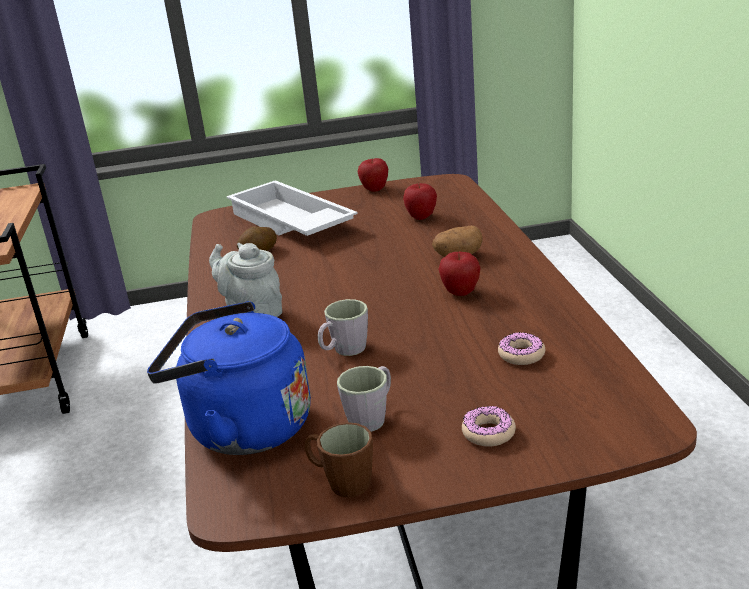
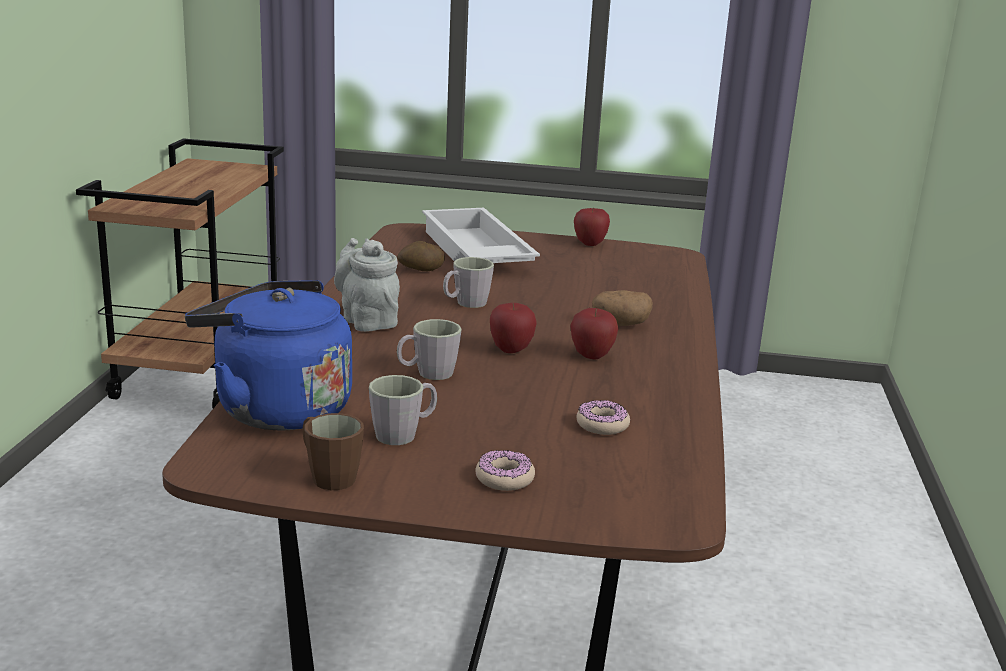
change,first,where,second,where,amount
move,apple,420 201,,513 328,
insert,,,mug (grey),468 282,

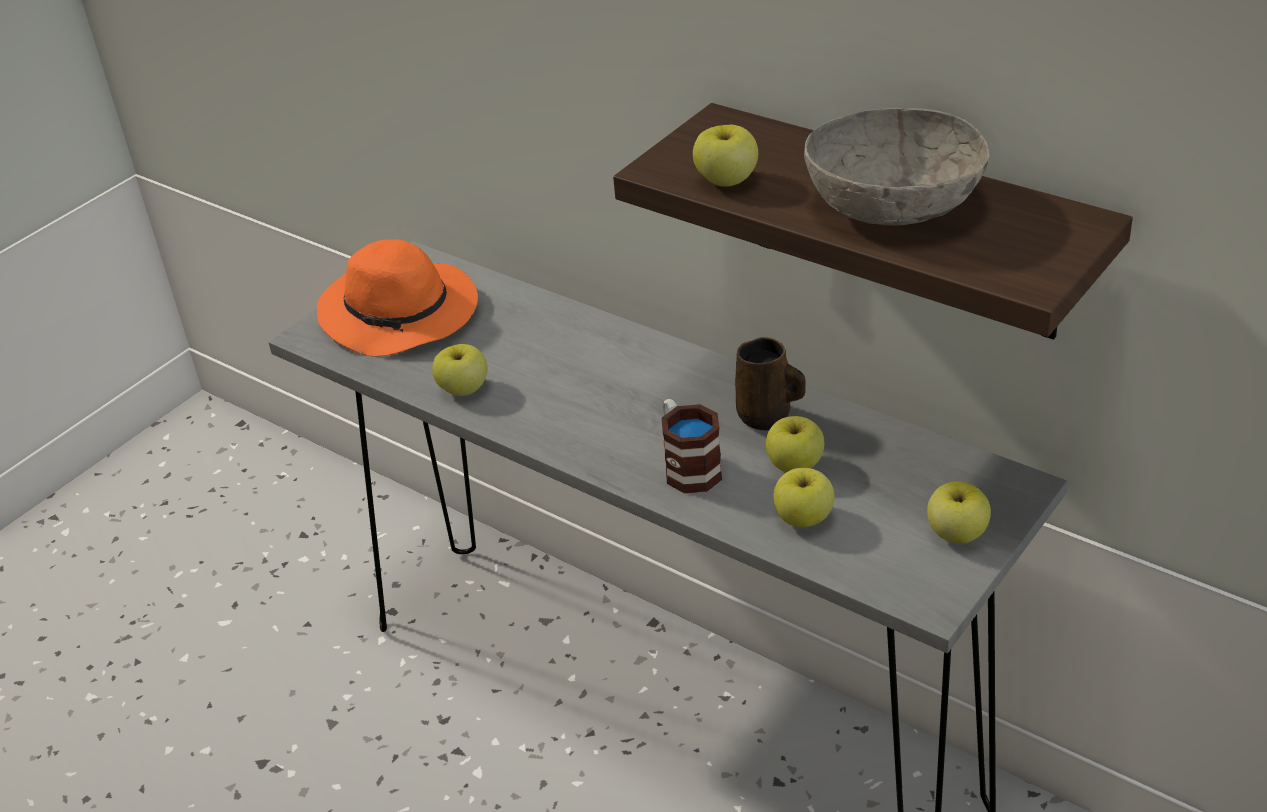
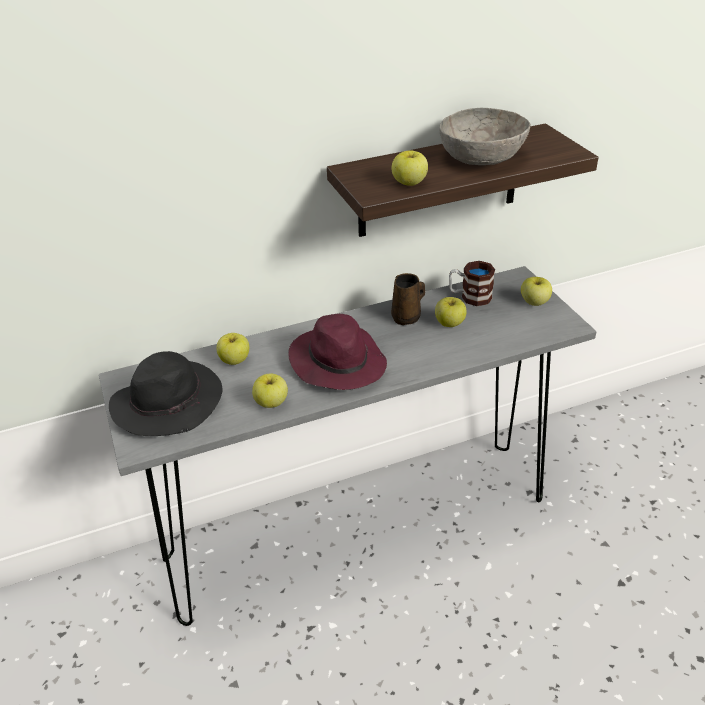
change,first,where,second,where,amount
recolor,wearable hat (orange-coloured),397 298,wearable hat (blackish),165 393,
move,mug,692 446,,472 283,
move,apple,804 497,,232 349,
insert,,,wearable hat (purplish),337 352,

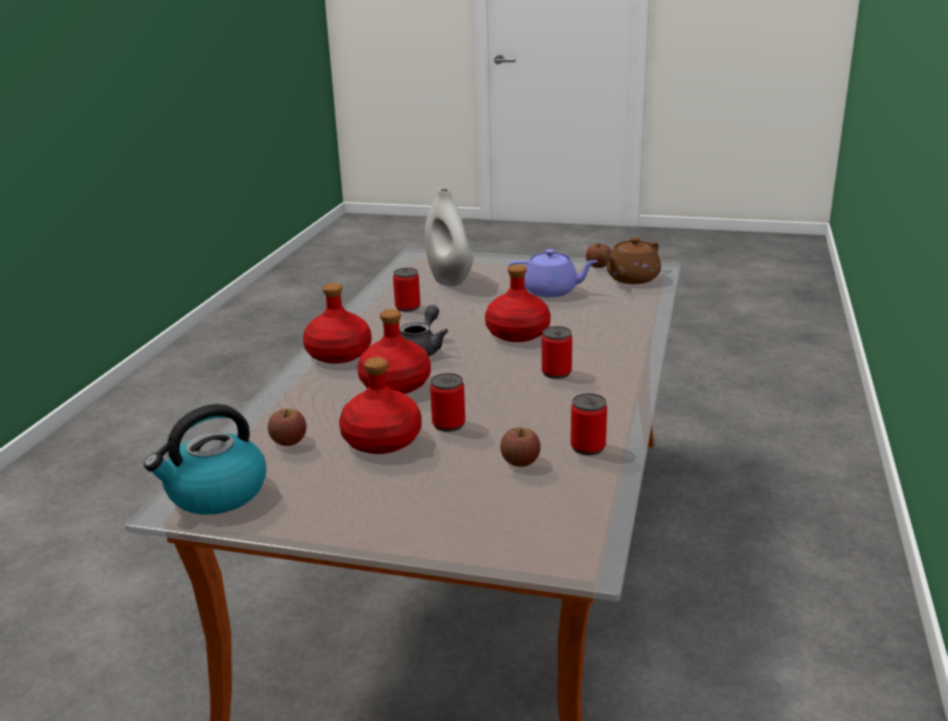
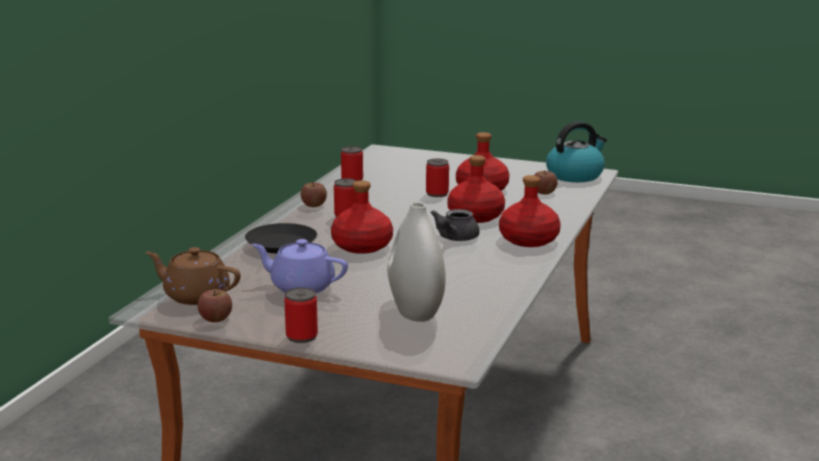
change,first,where,second,where,amount
rotate,teapot (brownish),633 260,,193 276,120 degrees counterclockwise
move,sealed can,406 290,,301 315,
move,apple,520 447,,314 194,
insert,,,dinner plate (blackish),281 238,

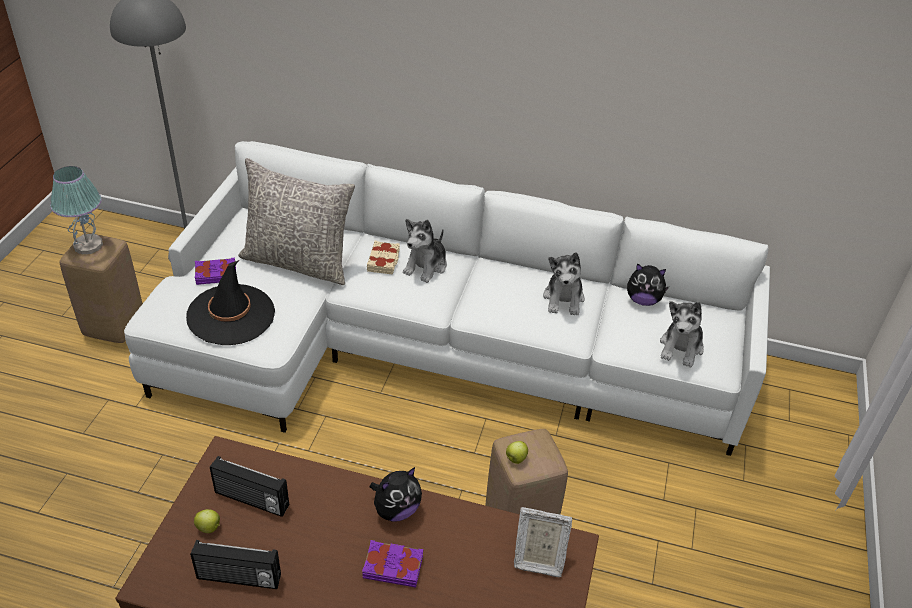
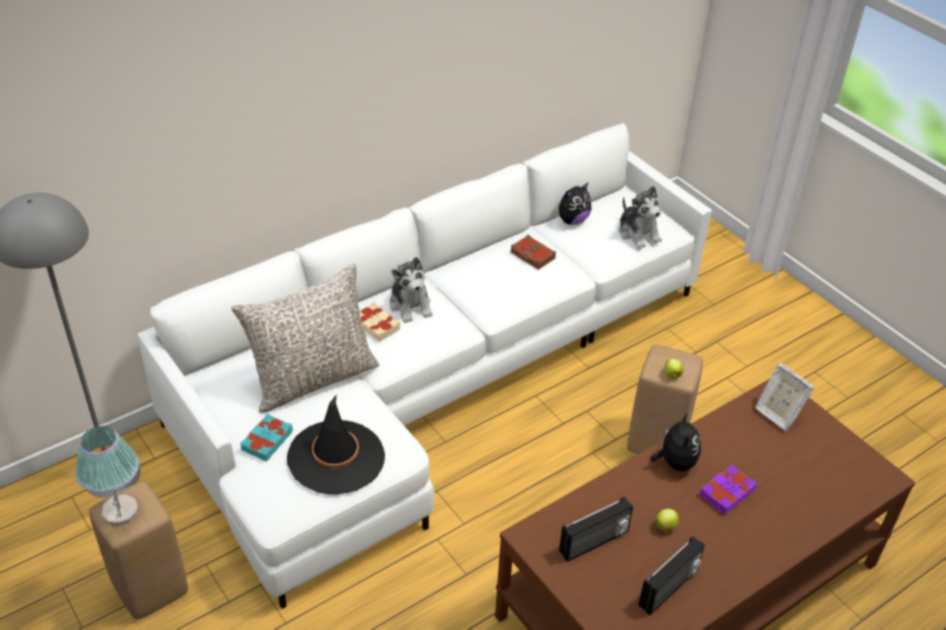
change,first,where,second,where,amount
replace,plush toy,564 283,book (brownish),533 252,
recolor,book (purplish),215 271,book (turquoise-coloured),266 438,
rotate,picture frame,543 542,,784 397,90 degrees clockwise
move,apple,207 521,,667 520,

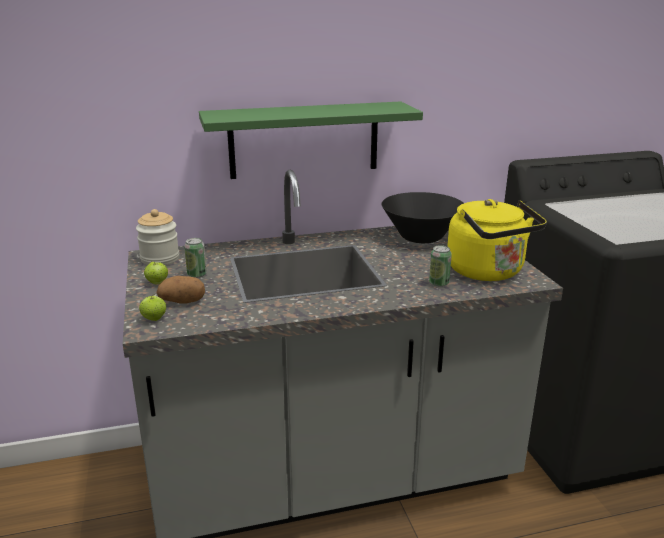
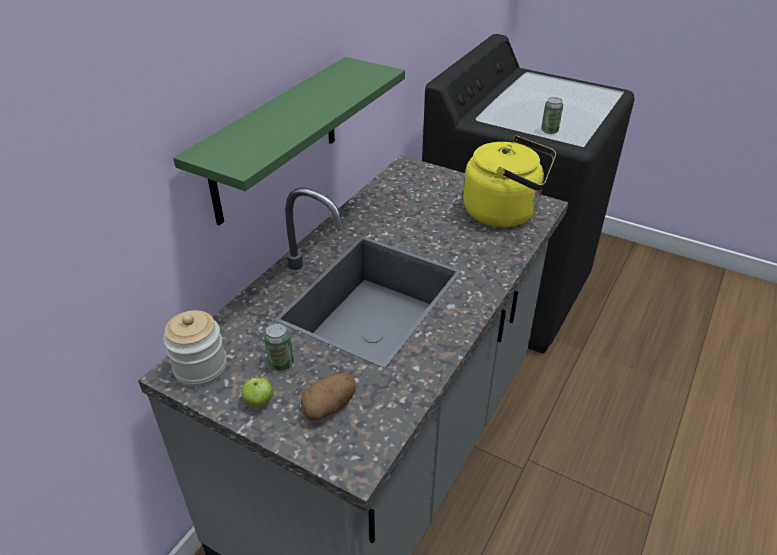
change,first,where,second,where,amount
delete,deep dish (blackish),422 217,,,
move,sealed can,440 266,,552 115,
delete,apple,152 307,,,

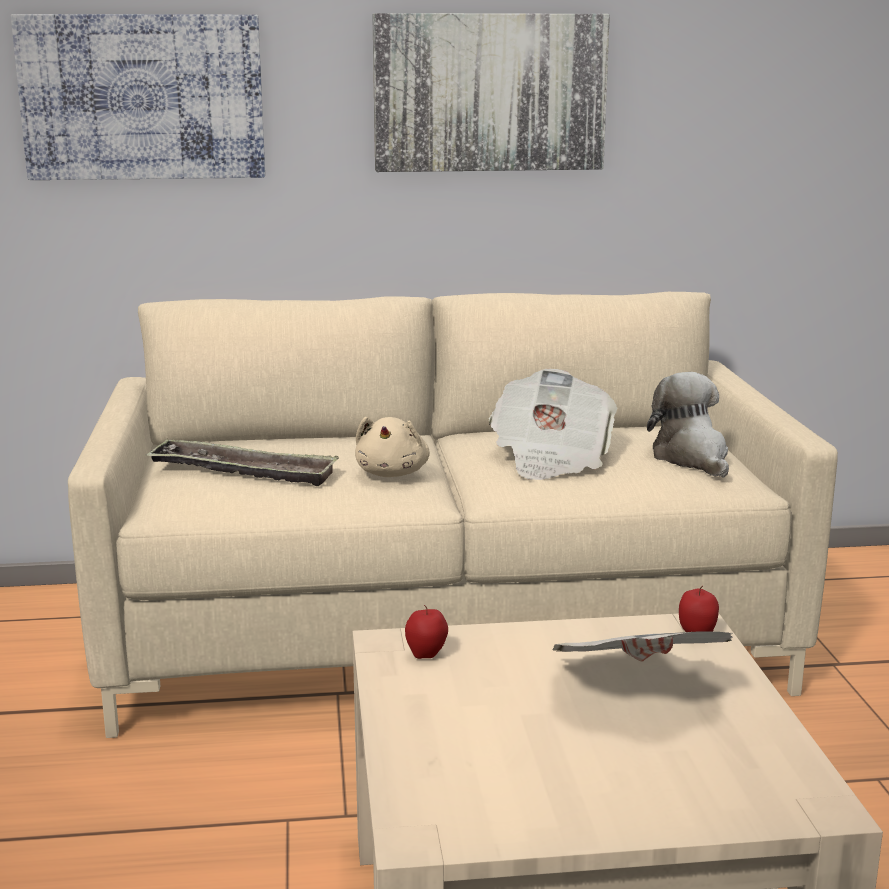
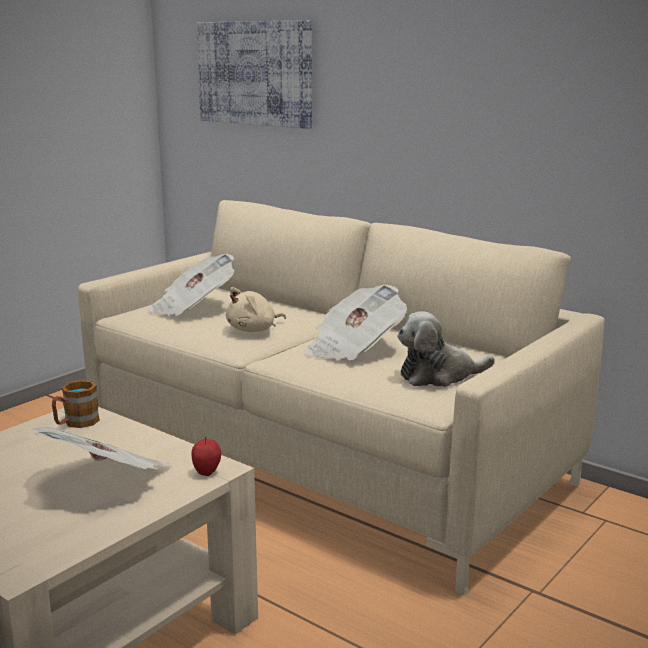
change,first,where,second,where,amount
delete,wall art,491 92,,,
rotate,plush toy,688 424,,446 349,135 degrees counterclockwise
replace,serving tray,242 462,newspaper,191 285,
replace,apple,426 632,mug,76 404,

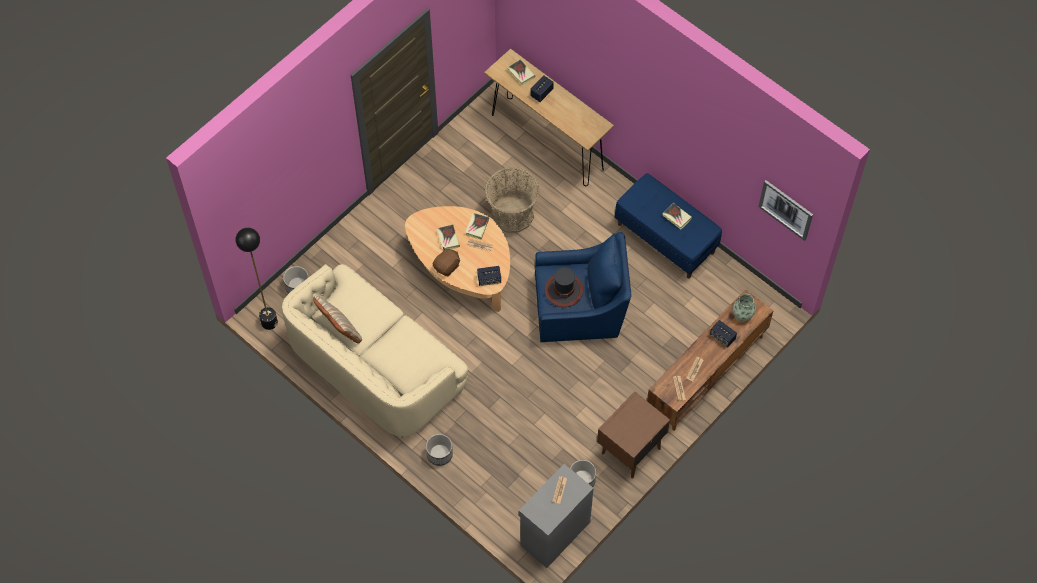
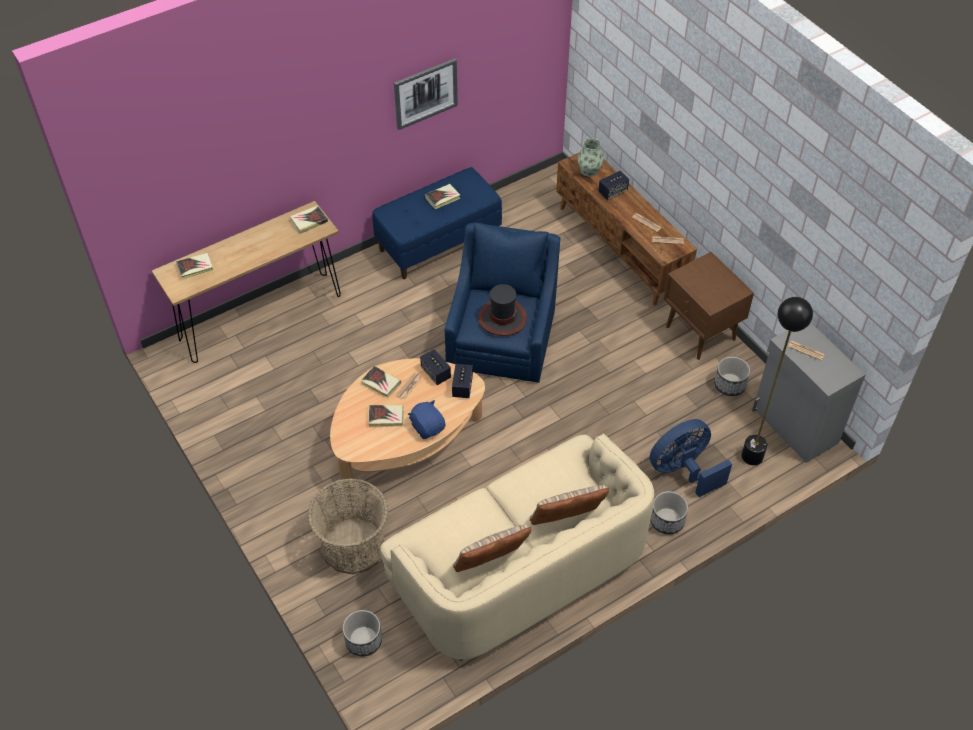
change,first,where,second,where,amount
move,speaker,542 89,,435 367,
move,household basket,512 200,,348 526,
move,wall art,785 210,,426 94,
move,standing lamp (blackish),257 279,,777 381,
recolor,plush toy (brownish),446 261,plush toy (bluish),426 419,
insert,,,book,309 219,
insert,,,fan (bluish),691 458,
insert,,,cushion (beige-coloured),569 505,

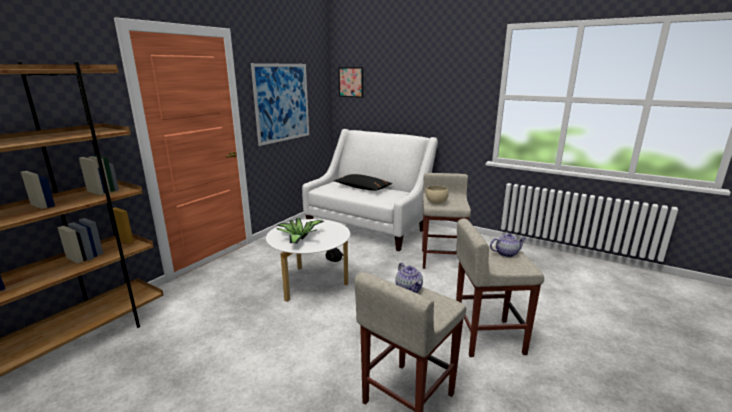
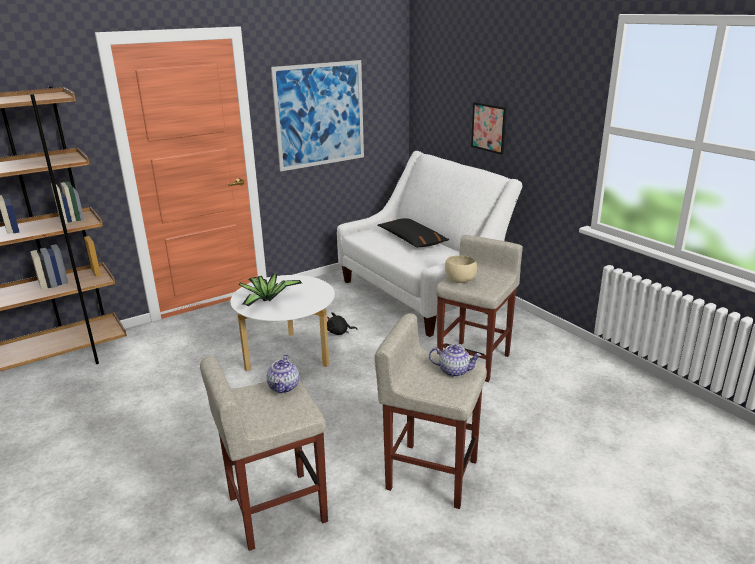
change,first,where,second,where,amount
move,wall art,350 82,,489 128,

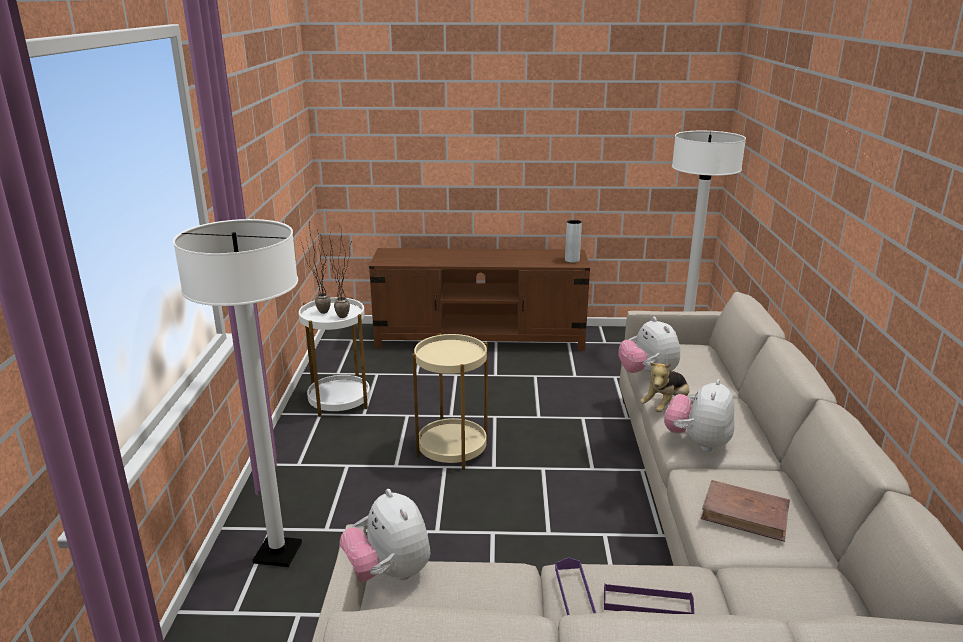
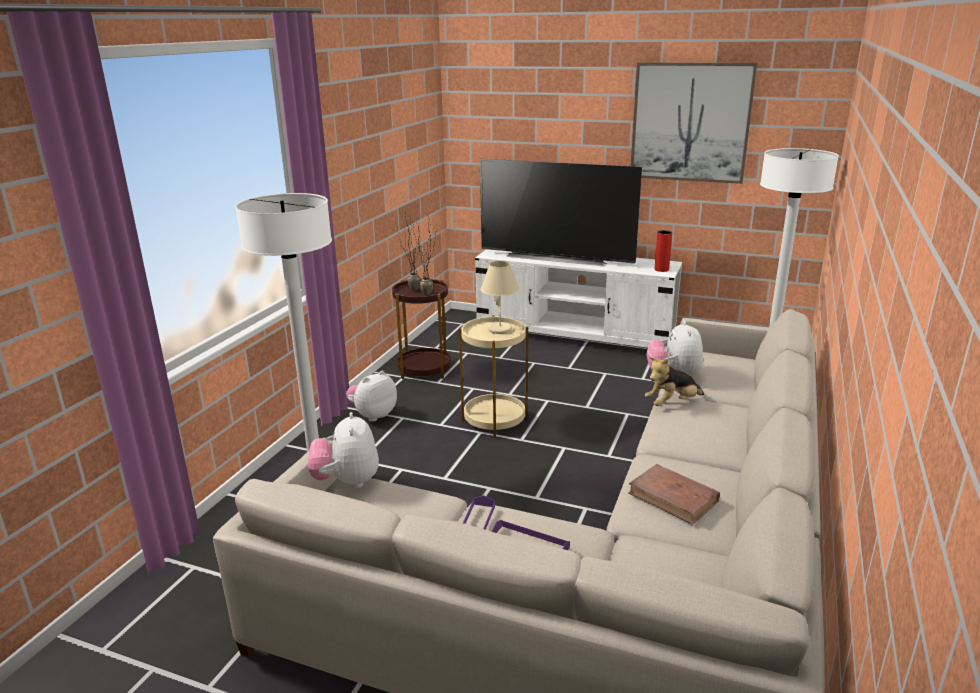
change,first,where,second,where,amount
recolor,flower vase (grey),573 241,flower vase (reddish),663 251,
recolor,tv stand (brownish),479 299,tv stand (white),578 299,
recolor,accent table (white),334 357,accent table (brownish),421 329,
move,plush toy,699 415,,371 396,
insert,,,wall art,694 123,
insert,,,television,561 212,
insert,,,tabletop lamp (beige-coloured),499 297,

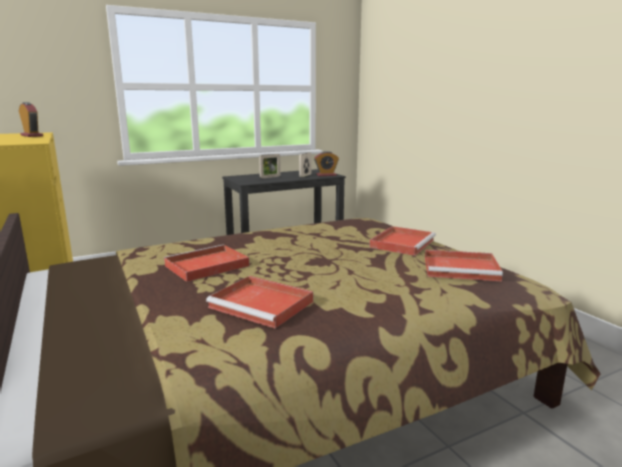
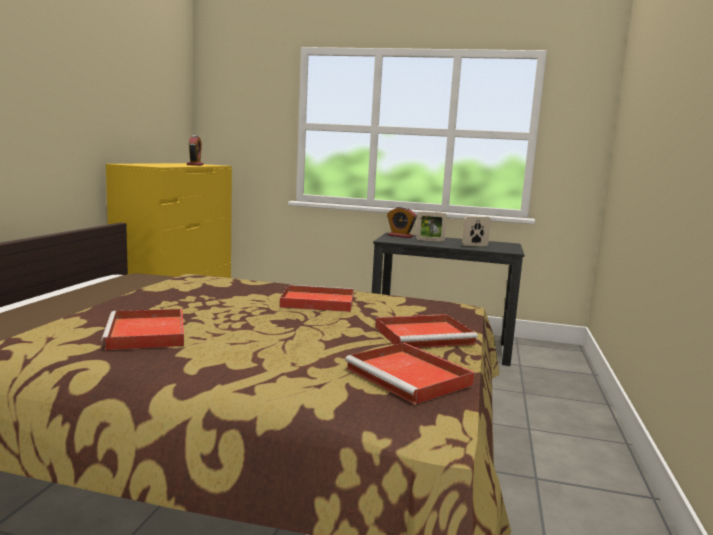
change,first,where,second,where,amount
move,bedside clock,326 163,,402 222,
move,serving tray (reddish),207 263,,316 298,

